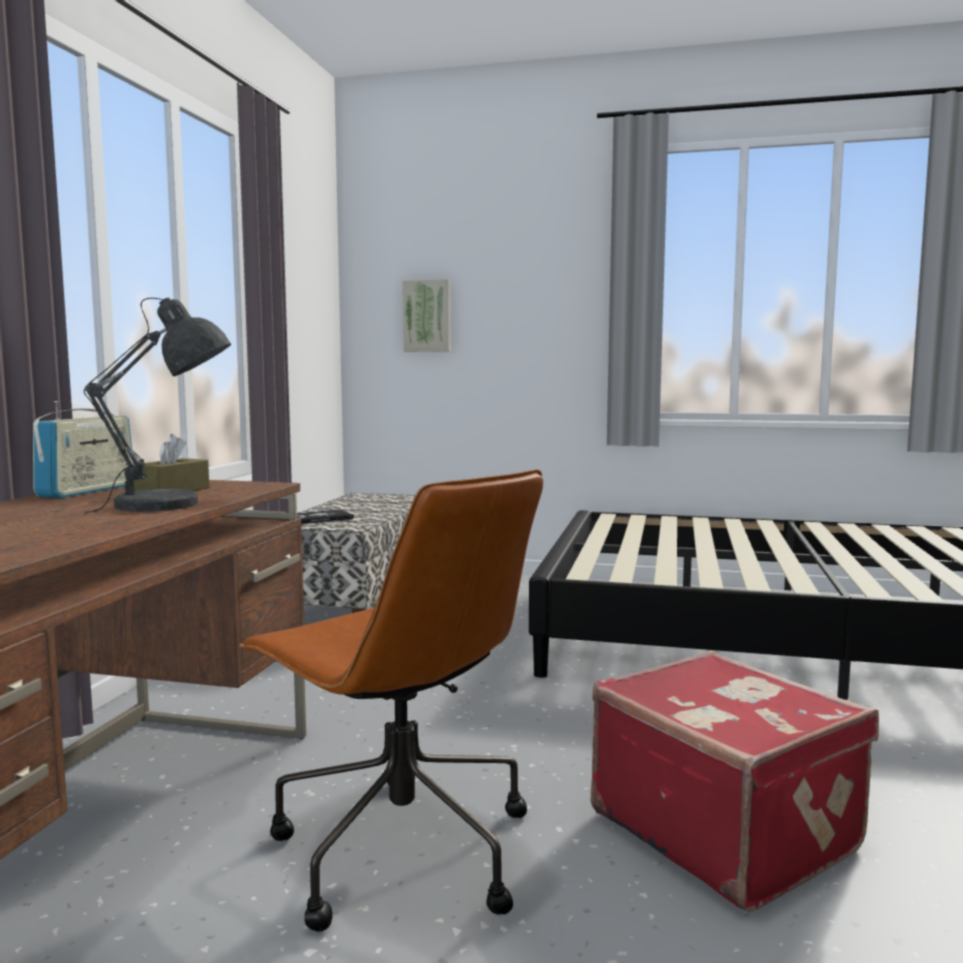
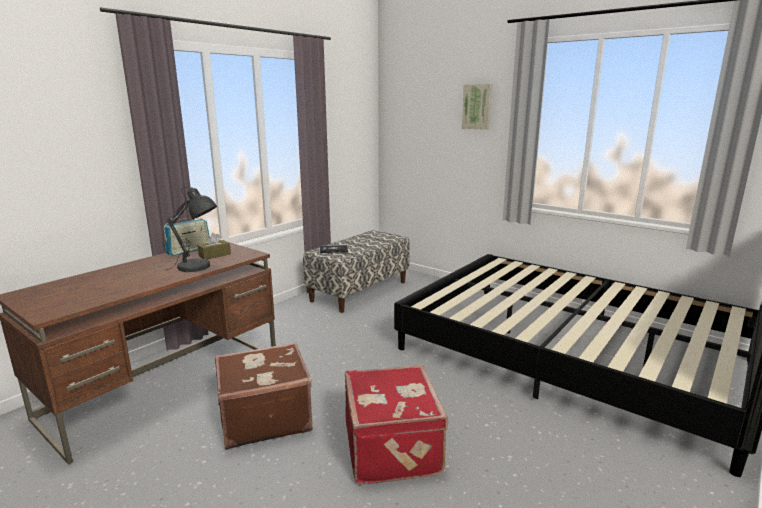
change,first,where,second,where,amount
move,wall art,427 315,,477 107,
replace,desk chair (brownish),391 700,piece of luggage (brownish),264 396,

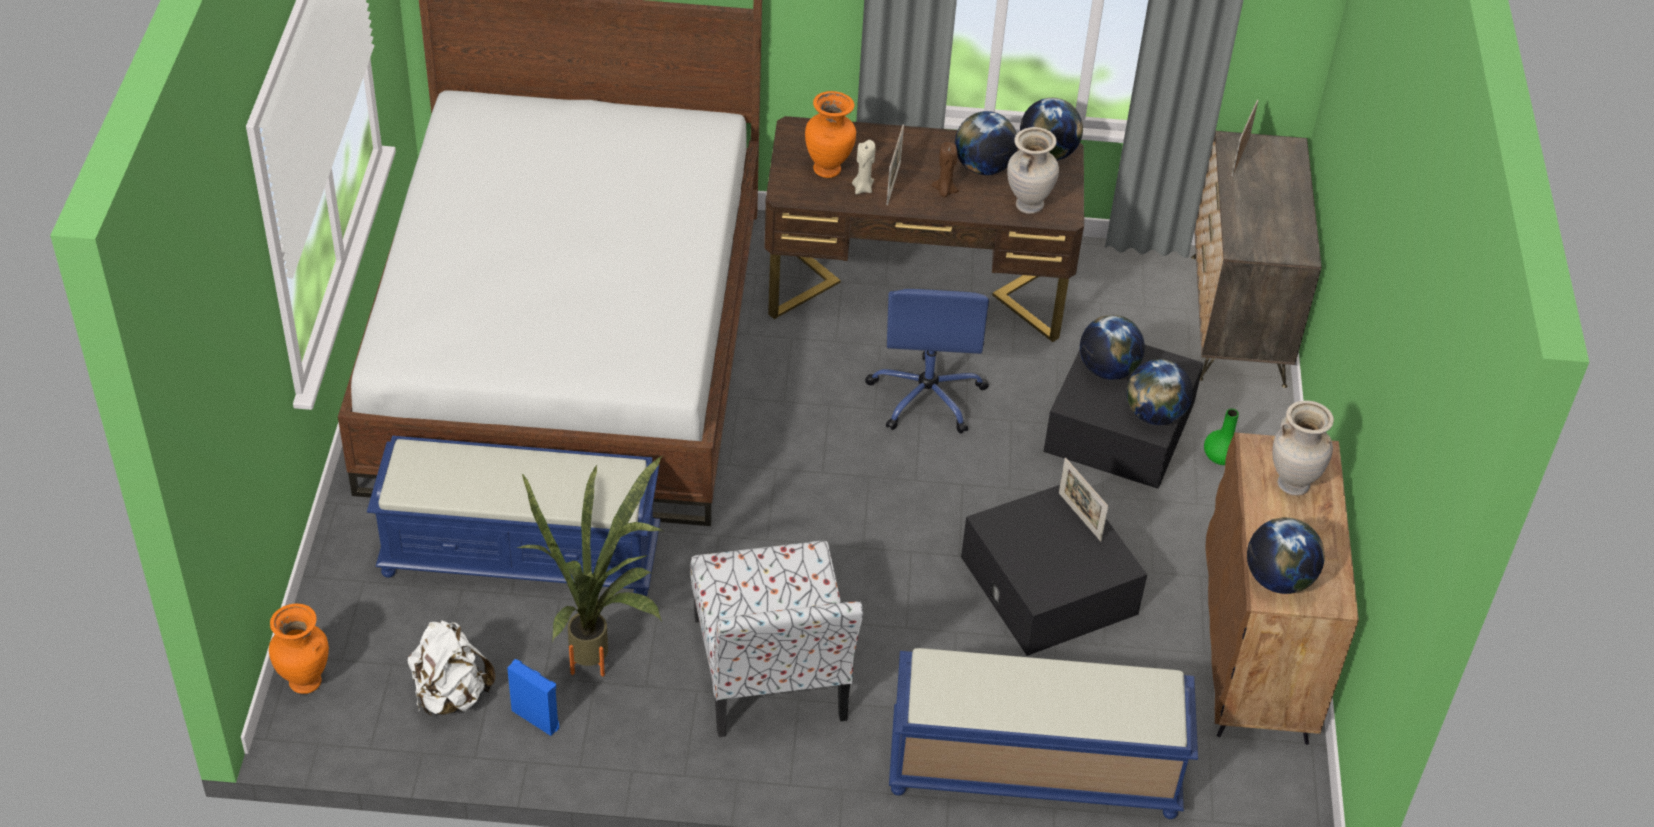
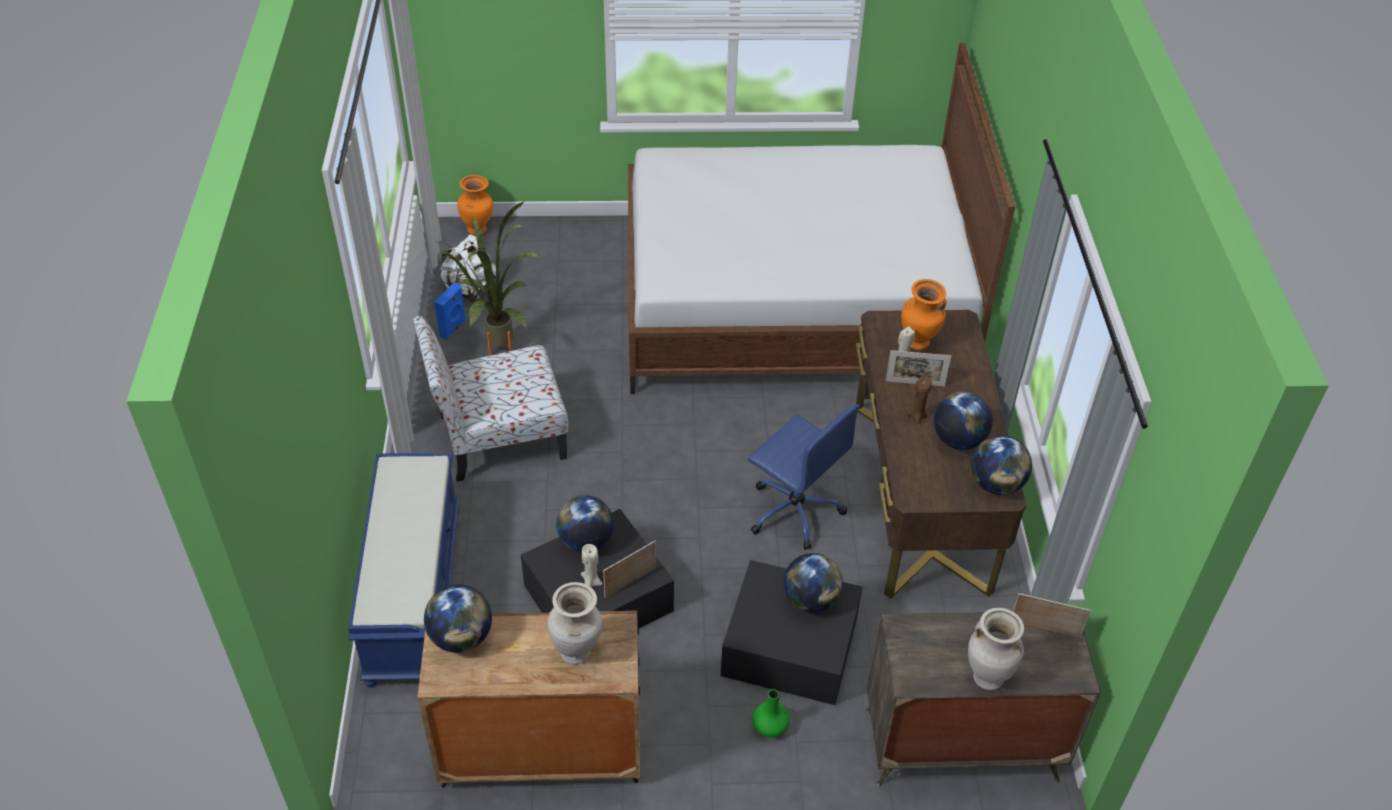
change,first,where,second,where,amount
move,flower vase (beige-coloured),1033 170,,996 649,
rotate,desk chair (bluish),927 361,,804 477,135 degrees counterclockwise
move,world globe,1159 392,,585 524,
delete,long seat (bluish),513 515,,,
insert,,,wax candle (beige-coloured),592 565,

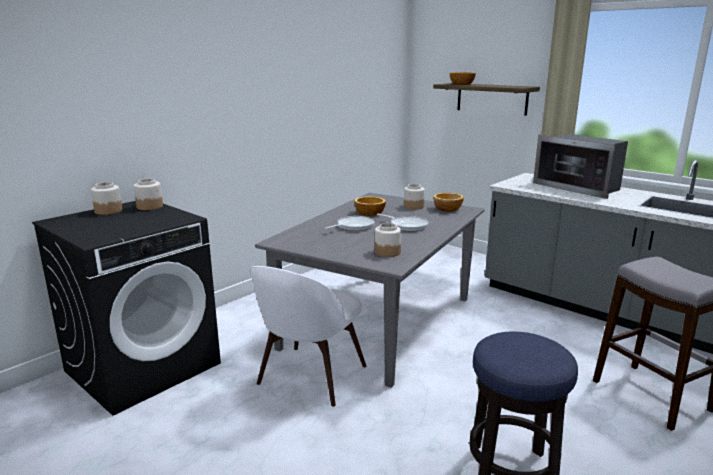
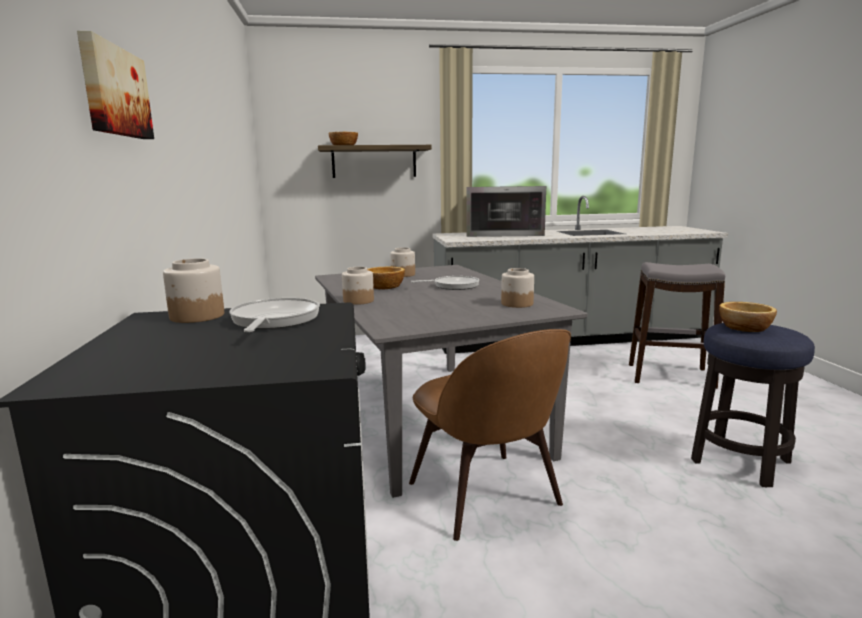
change,first,where,second,where,amount
move,storage jar,106 198,,358 286,
move,deep dish,448 202,,748 317,
move,pan,350 223,,274 315,
recolor,plain chair (white),308 336,plain chair (brownish),490 435,
insert,,,wall art,115 85,

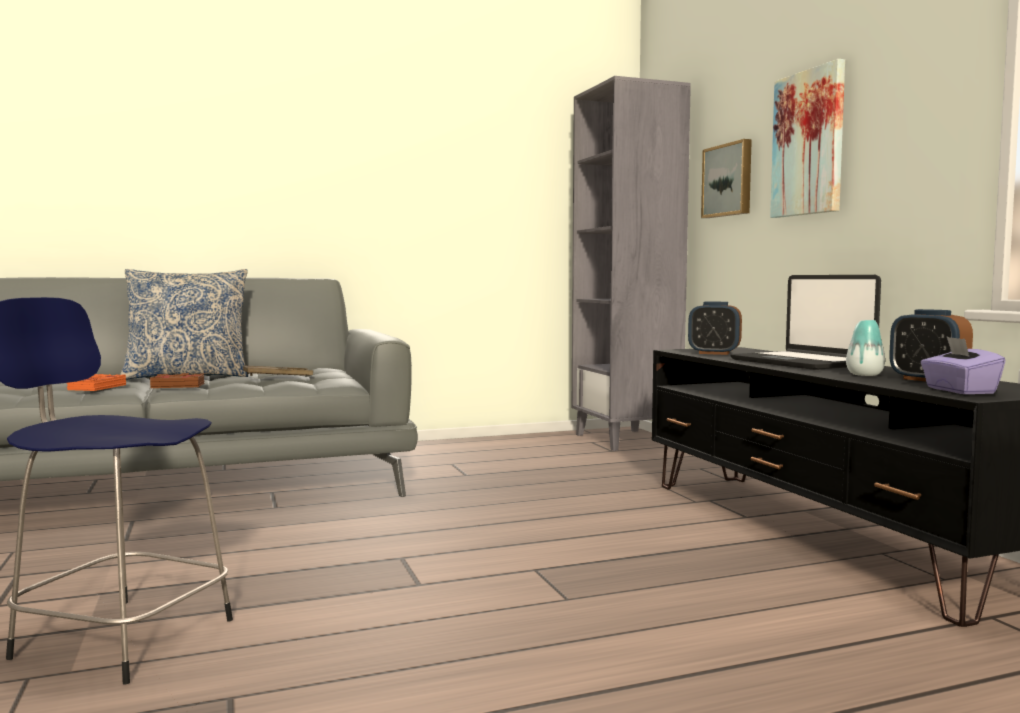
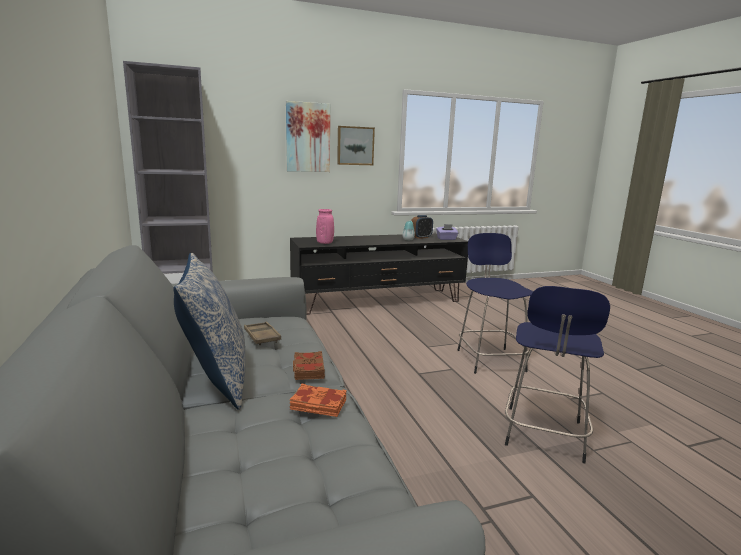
change,first,where,second,where,amount
move,wall art,726 178,,356 145,
delete,notebook computer,805 322,,,
replace,bedside clock,715 328,flower vase (pink),325 226,
insert,,,stool (bluish),495 303,

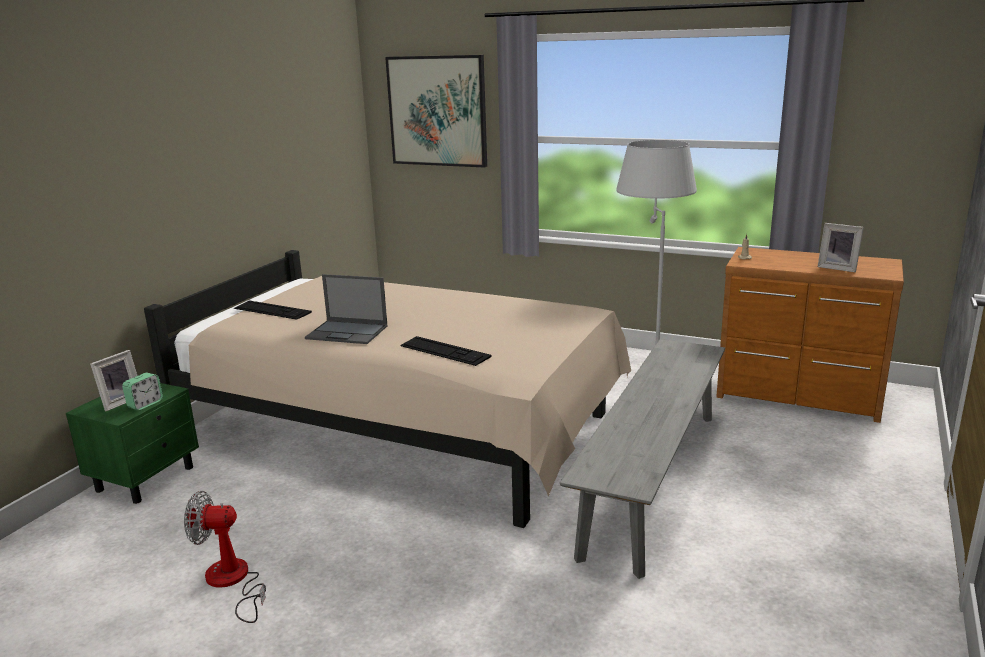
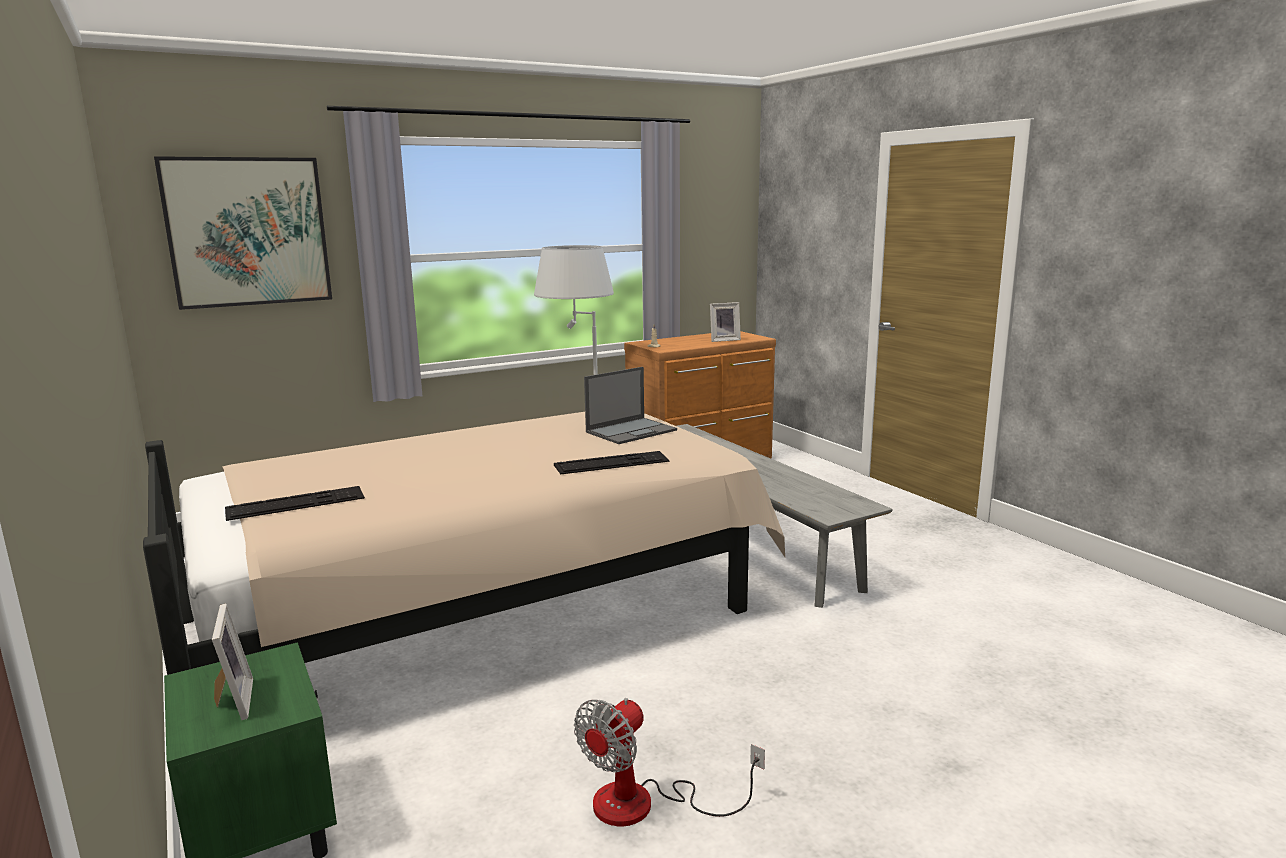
change,first,where,second,where,amount
move,notebook computer,346 309,,630 405,
delete,bedside clock,142 391,,,

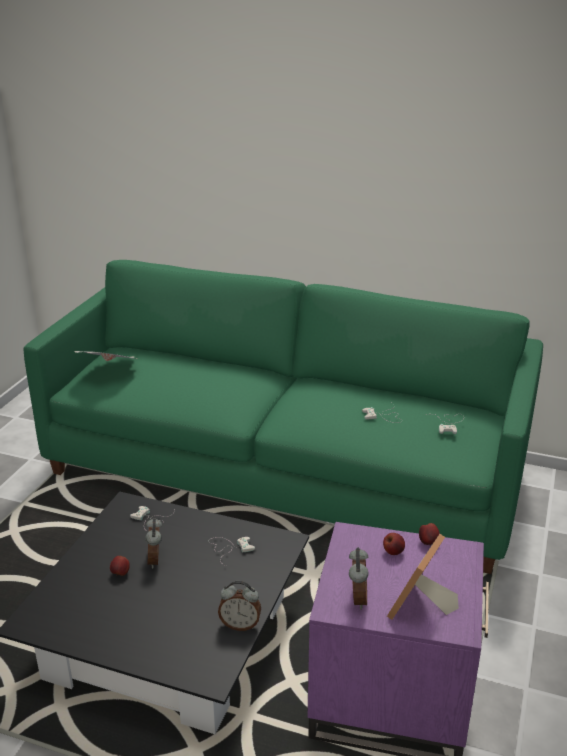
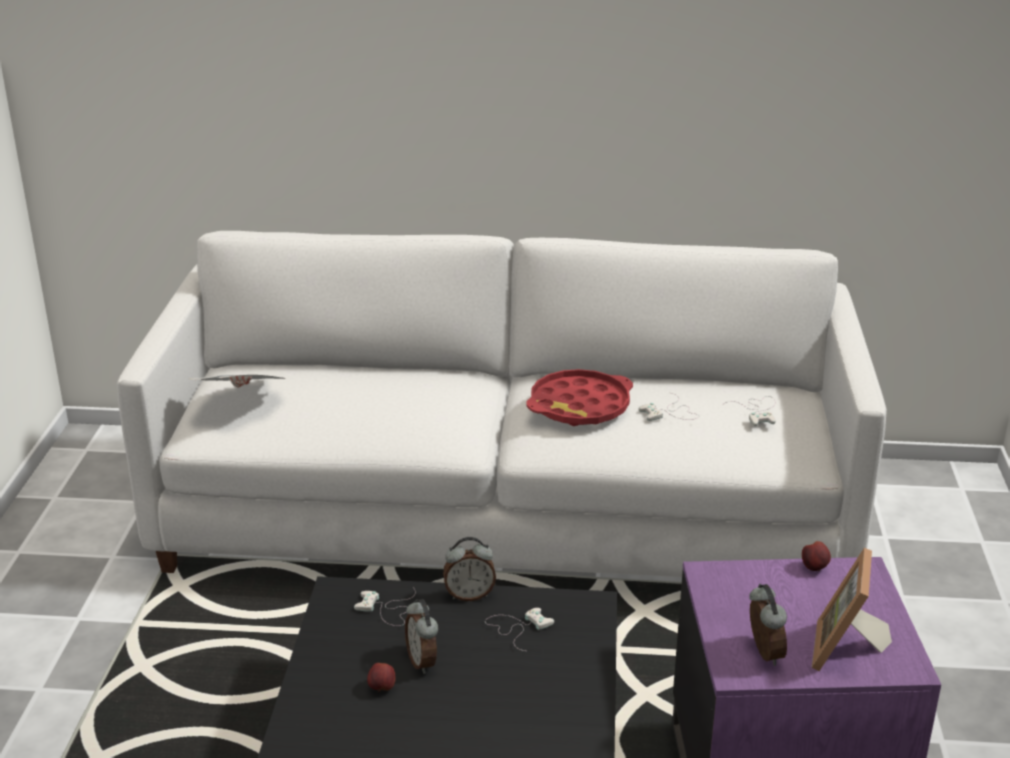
change,first,where,second,where,amount
recolor,sofa (green),283 417,sofa (white),502 404,
delete,apple,394 544,,,
move,bedside clock,239 606,,469 569,
insert,,,serving tray (reddish),579 397,

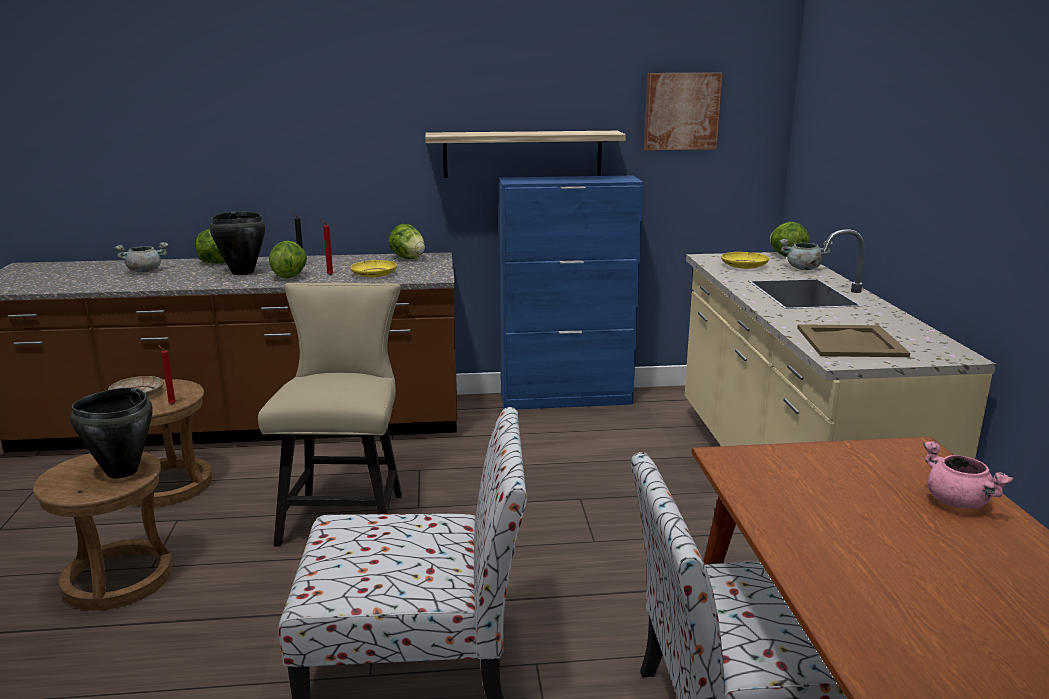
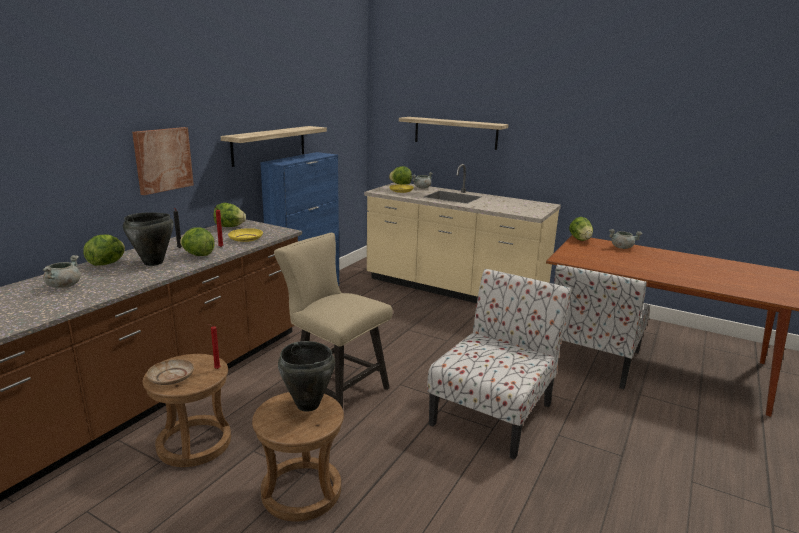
change,first,where,second,where,amount
move,wall art,683 111,,163 161,
delete,serving tray (beige-coloured),853 340,,,
recolor,cooking pot (pink),968 475,cooking pot (grey),625 239,
insert,,,bracket shelf,454 133,
insert,,,lettuce,581 229,

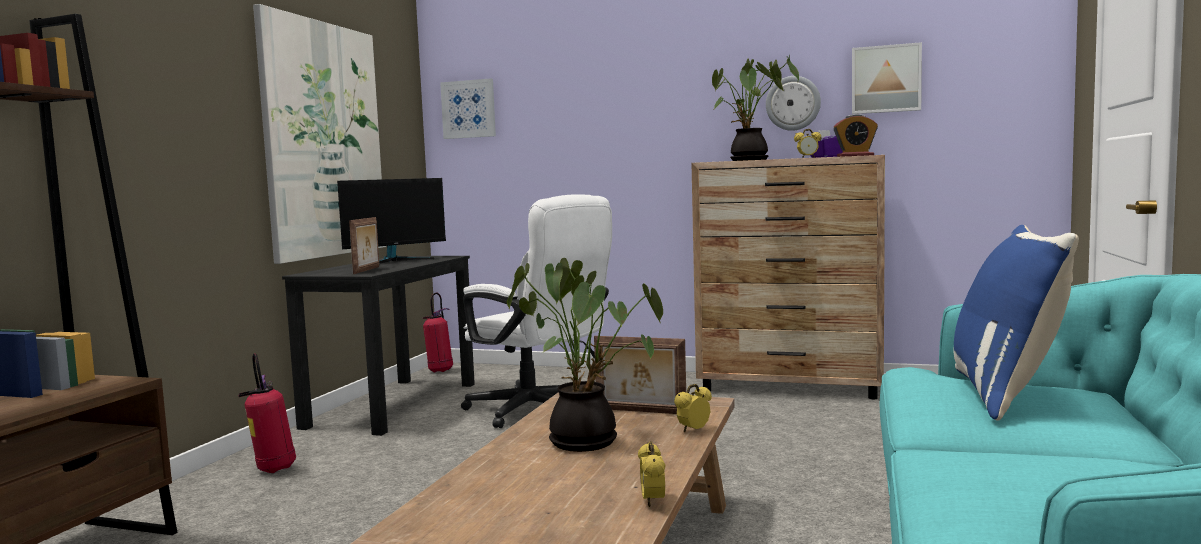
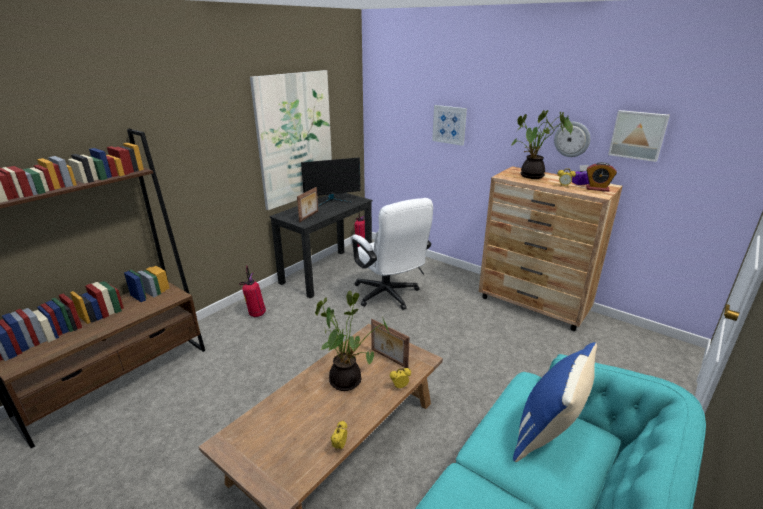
change,first,where,second,where,amount
move,wall art,468 108,,449 125,

